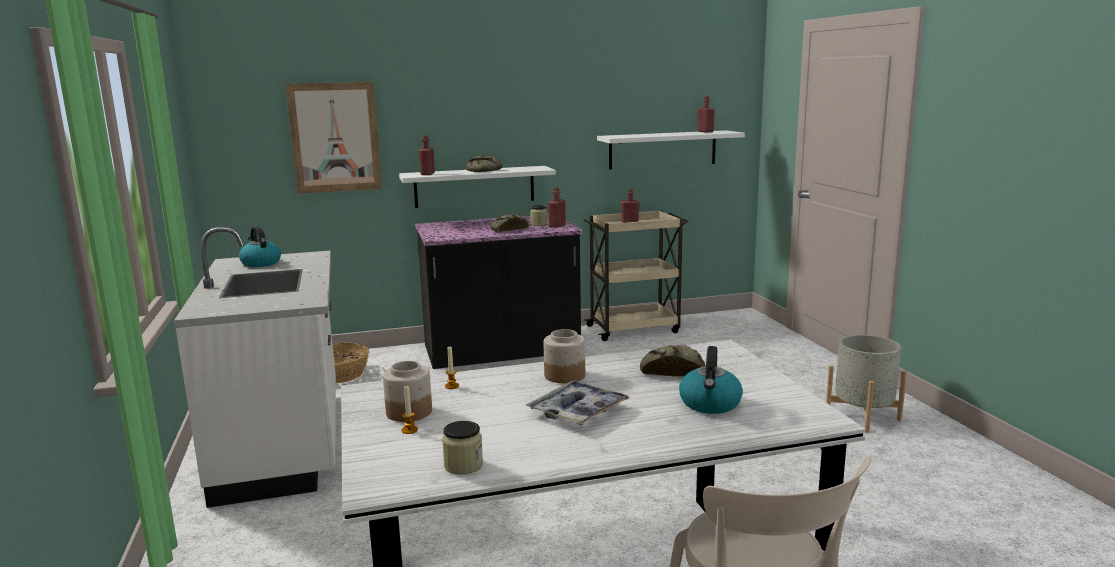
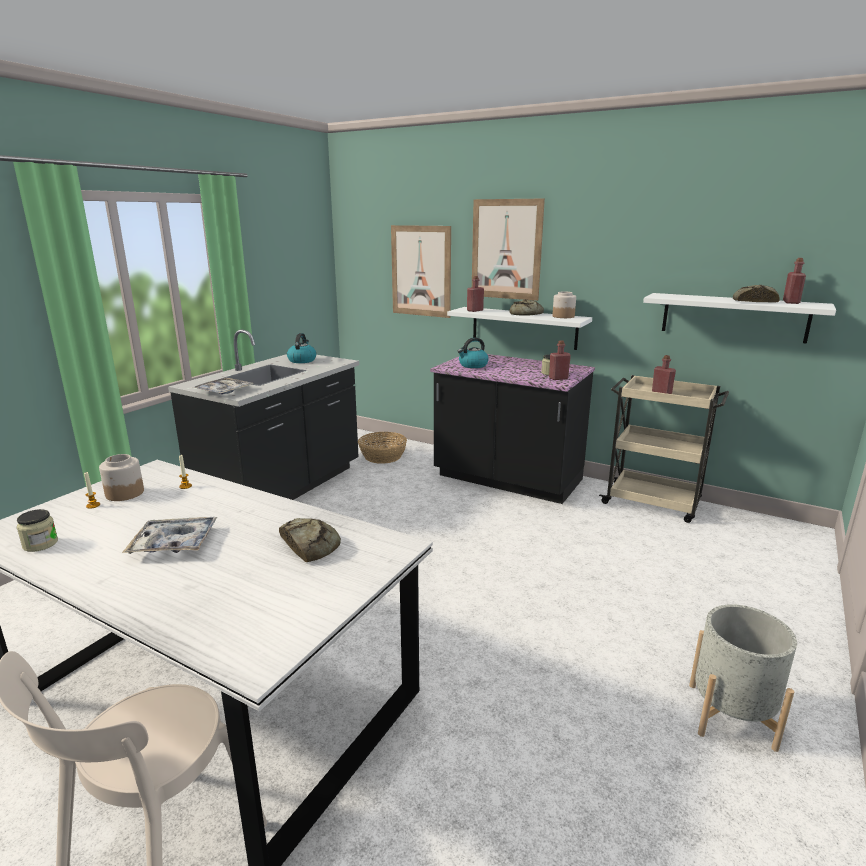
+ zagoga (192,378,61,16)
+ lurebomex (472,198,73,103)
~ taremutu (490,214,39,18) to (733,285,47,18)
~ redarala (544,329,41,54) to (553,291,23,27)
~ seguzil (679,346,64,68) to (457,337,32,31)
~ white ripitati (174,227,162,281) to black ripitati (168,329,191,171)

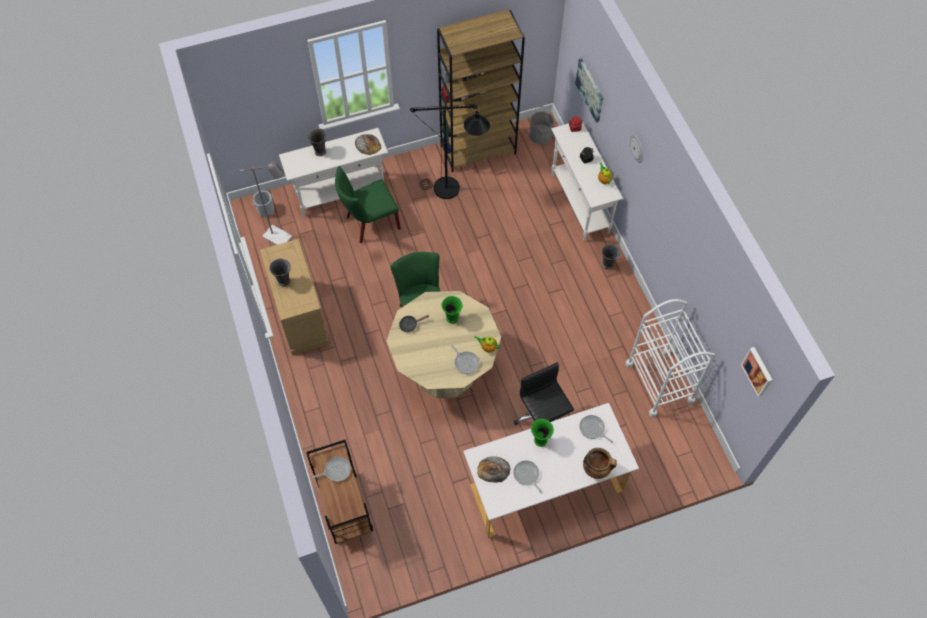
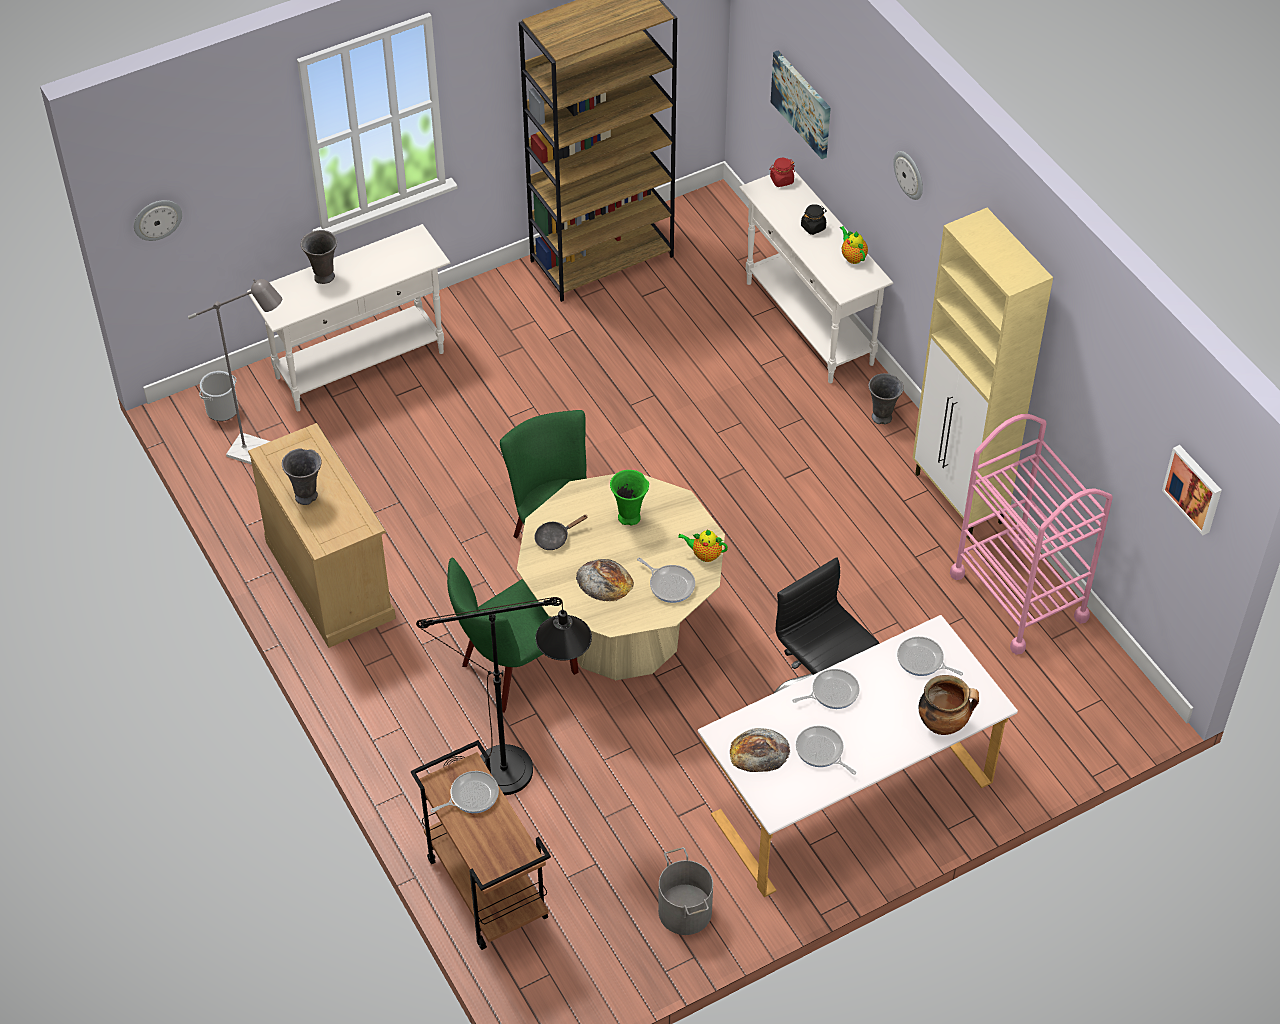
+ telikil (134,200,48,41)
+ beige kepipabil (913,208,140,331)
~ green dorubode (335,166,66,77) to (447,558,132,155)
~ taremutu (355,134,26,21) to (576,559,58,42)
~ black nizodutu (410,104,80,95) to (416,597,176,198)
~ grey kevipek (529,106,25,38) to (658,847,55,88)
~ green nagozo (531,419,23,28) to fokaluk (792,669,68,40)
~ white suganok (625,299,90,118) to pink suganok (950,414,163,241)

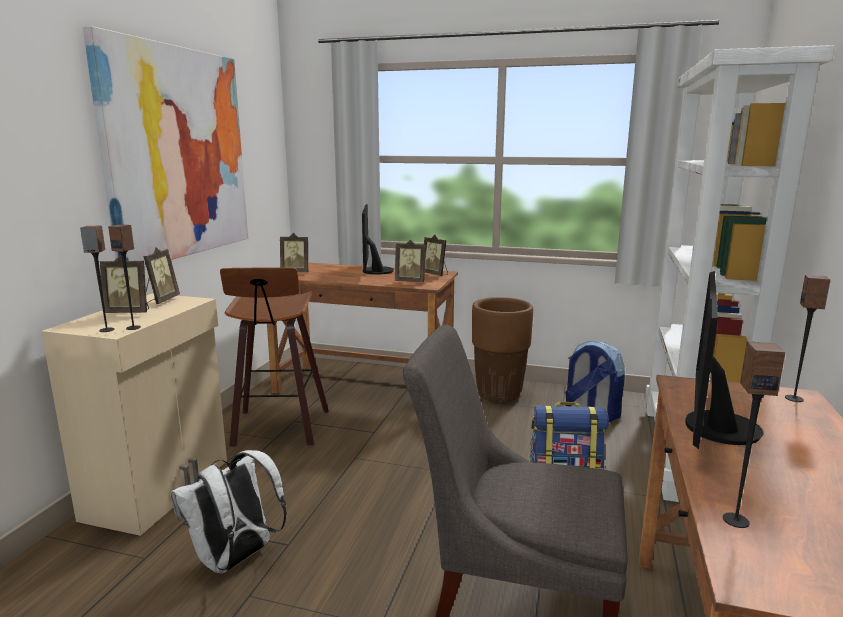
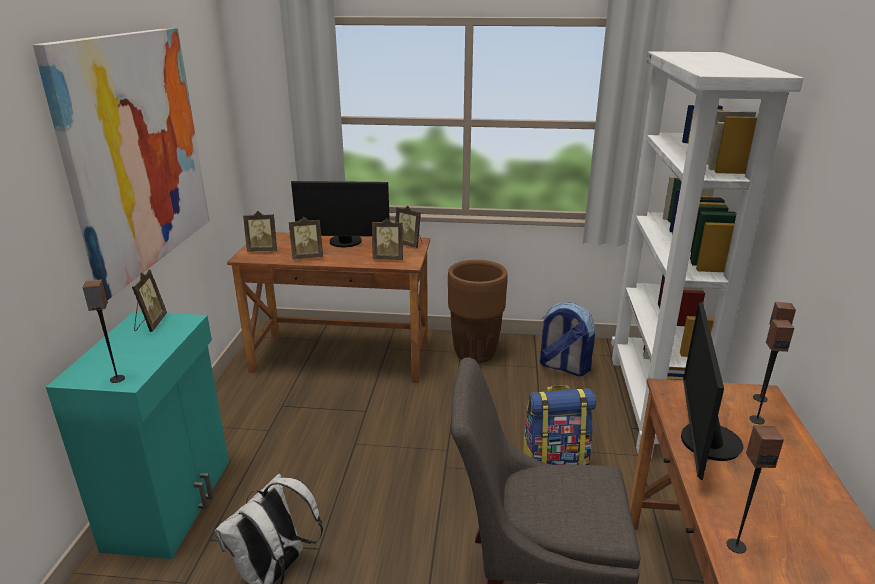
- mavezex (220,268,109,179)
~ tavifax (100,255,49,58) to (289,217,34,42)
~ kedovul (108,224,33,106) to (749,319,45,105)
~ beige kepipabil (41,294,186,242) to turquoise kepipabil (46,311,183,248)
~ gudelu (362,204,32,71) = (291,181,99,66) 75 degrees counterclockwise

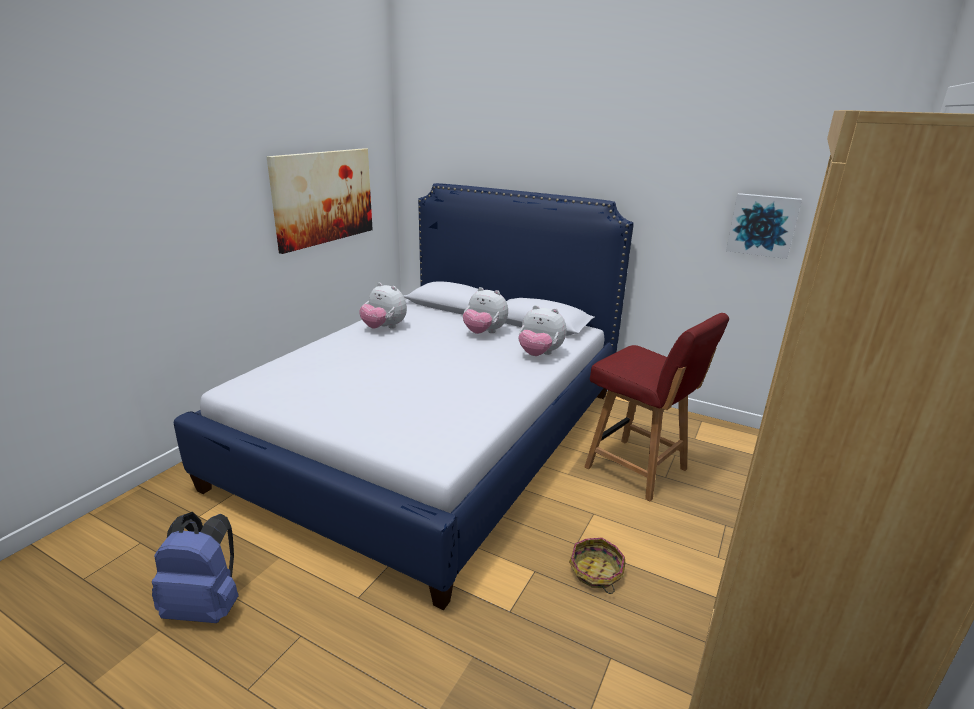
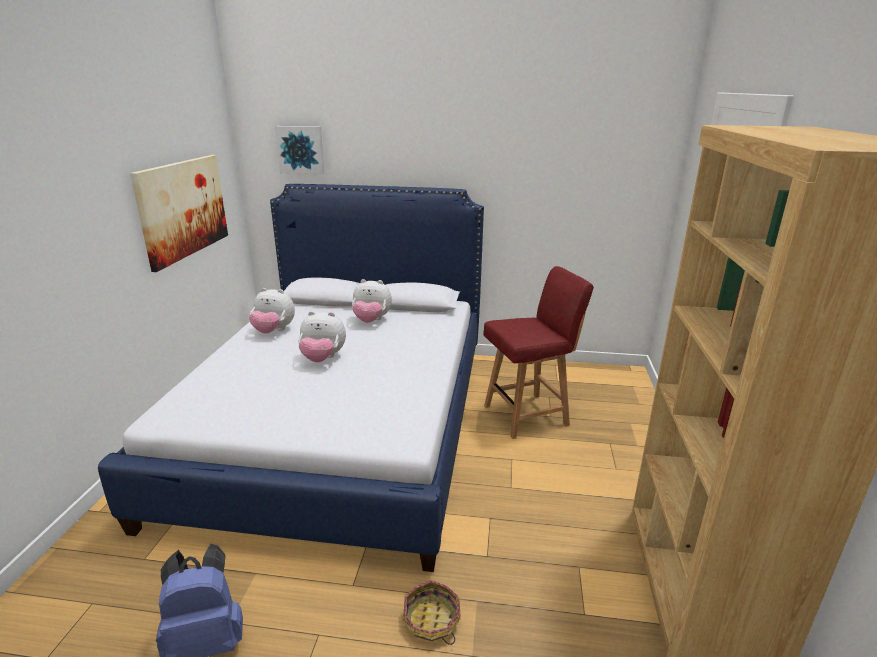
~ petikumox (518,305,49,51) to (298,311,48,51)
~ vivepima (569,538,56,56) to (402,580,59,65)
~ lurebomex (726,193,76,66) to (275,126,49,48)
~ red dorubode (585,313,144,188) = (483,266,111,173) 45 degrees counterclockwise

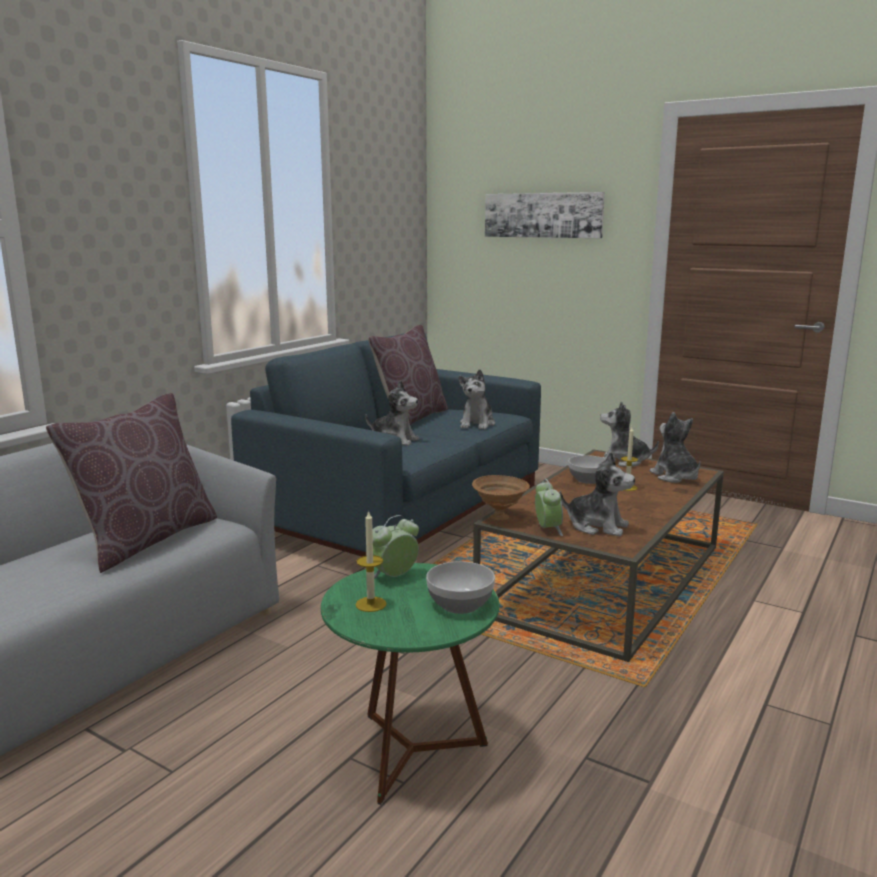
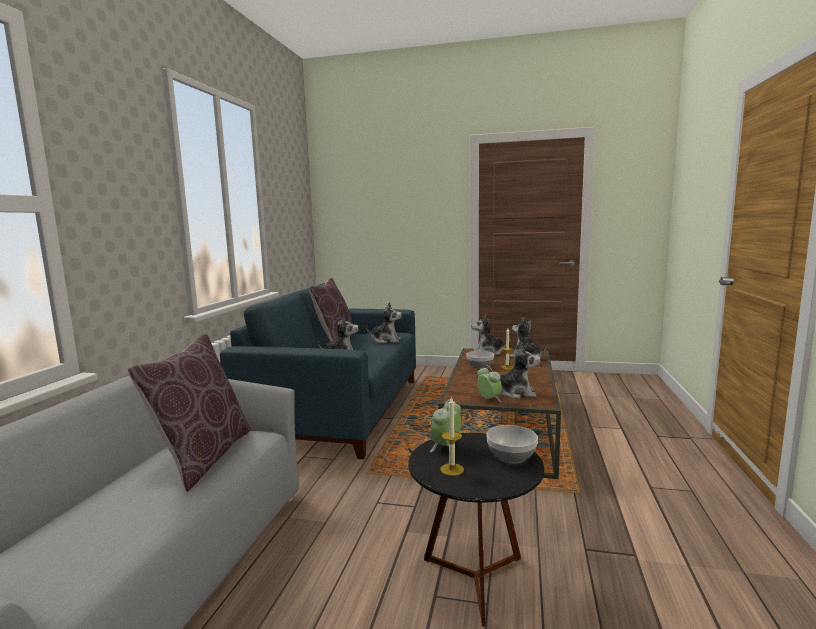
- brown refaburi (472,475,58,47)
- lurebomex (485,192,120,46)
~ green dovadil (321,563,178,242) to black dovadil (408,433,136,194)
~ petikumox (458,369,37,61) = (366,302,36,41) 75 degrees counterclockwise

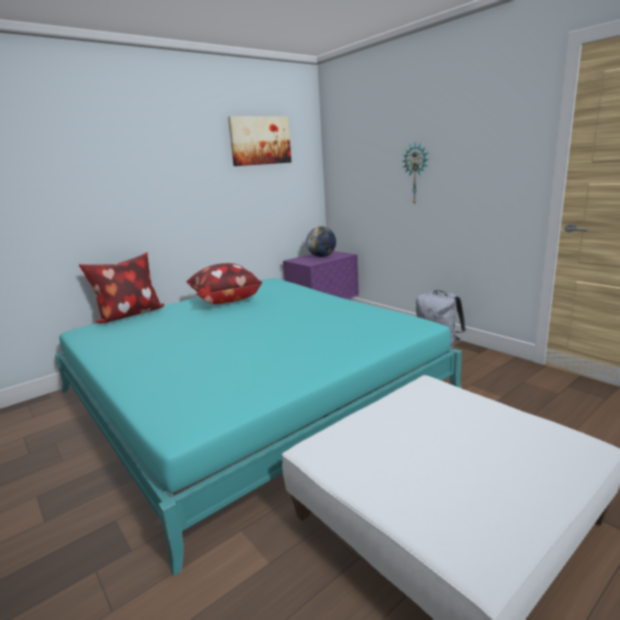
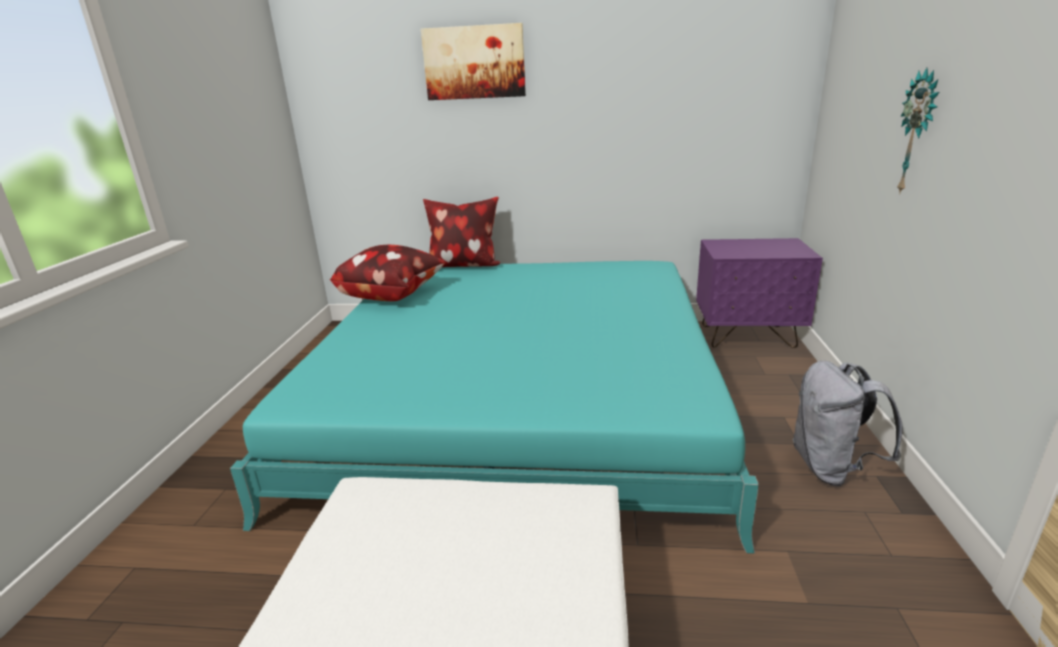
- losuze (306,226,30,31)
~ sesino (187,263,75,41) to (330,245,115,56)
~ lurebomex (228,116,63,50) to (421,23,105,77)

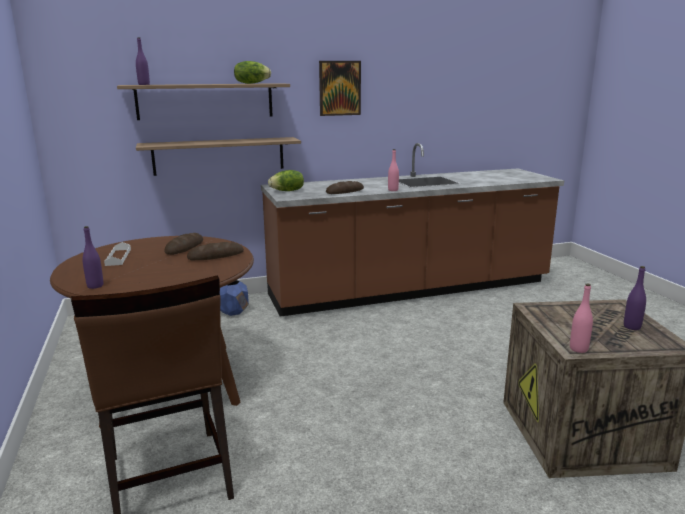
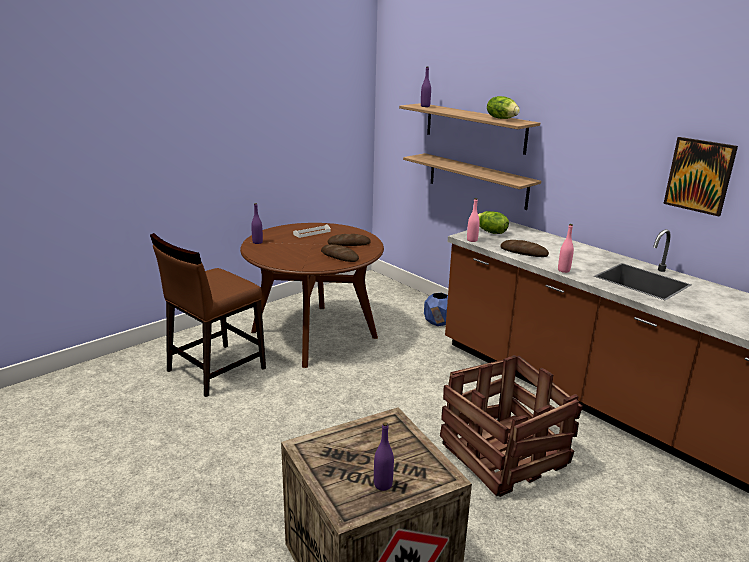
+ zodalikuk (440,355,143,142)
~ lurebomex (319,61,42,55) to (663,137,75,79)
~ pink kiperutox (570,283,23,70) to (467,198,13,44)

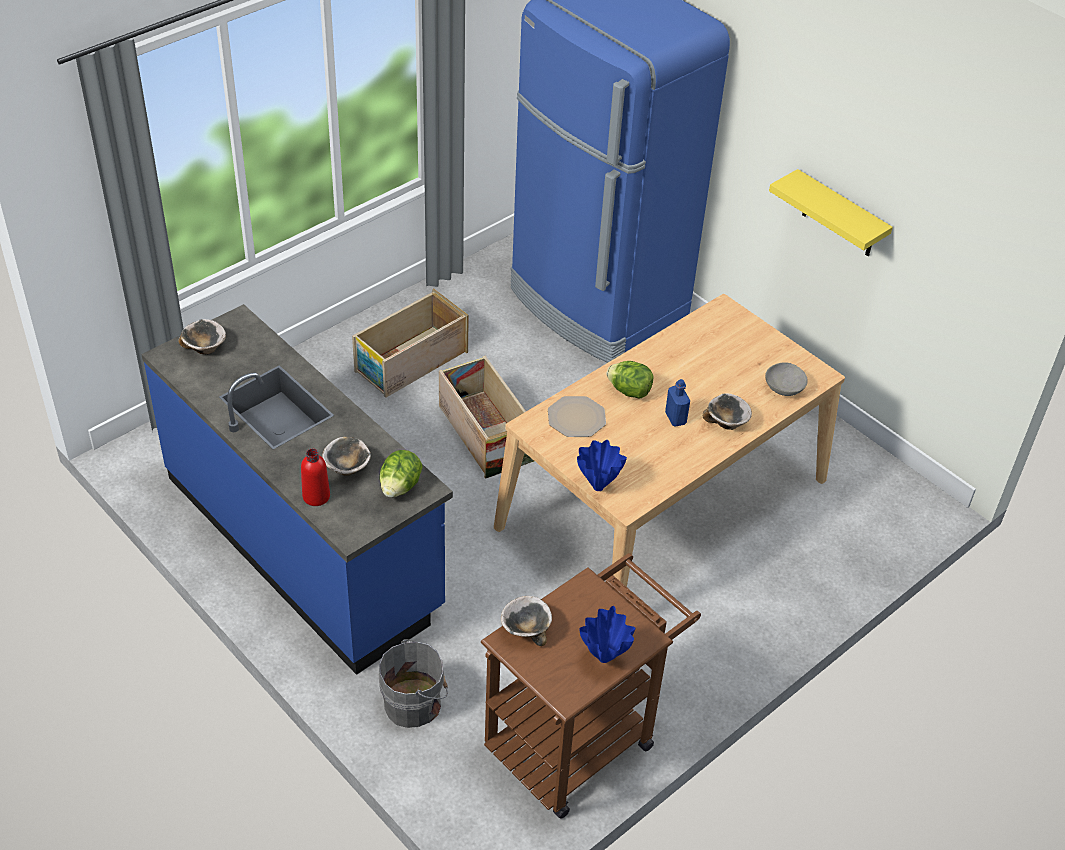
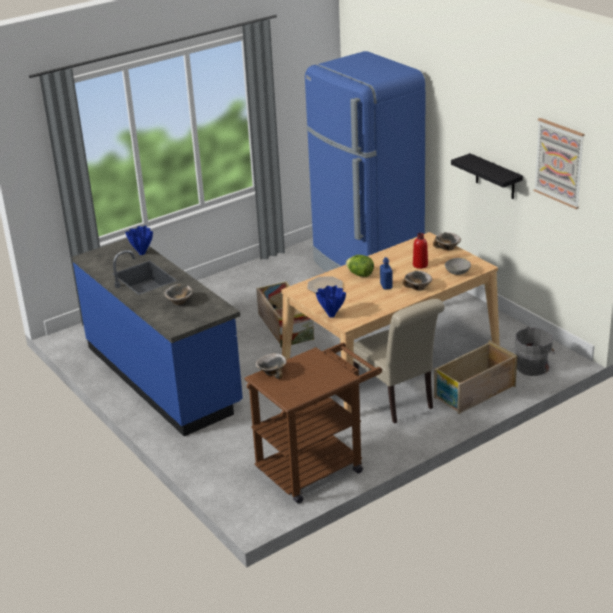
- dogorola (379,450,44,48)
+ beige dorubode (353,299,92,125)
+ lurebomex (534,118,51,91)
~ refaburi (178,319,48,36) to (433,232,28,18)
~ red kiperutox (301,449,29,57) to (413,233,15,36)
~ zodalikuk (352,289,117,109) to (434,340,83,74)
~ grey kevipek (379,639,69,89) to (514,326,41,50)
~ blue nagozo (579,606,56,57) to (125,225,28,30)
~ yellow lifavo (769,169,124,87) to black lifavo (451,153,72,46)

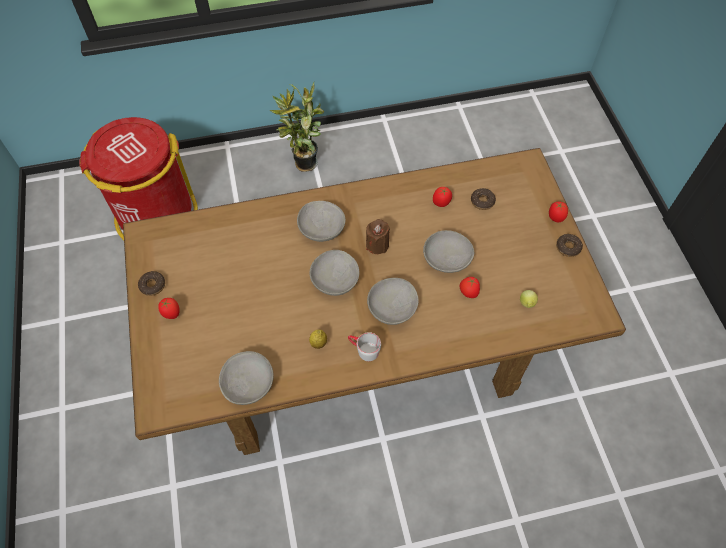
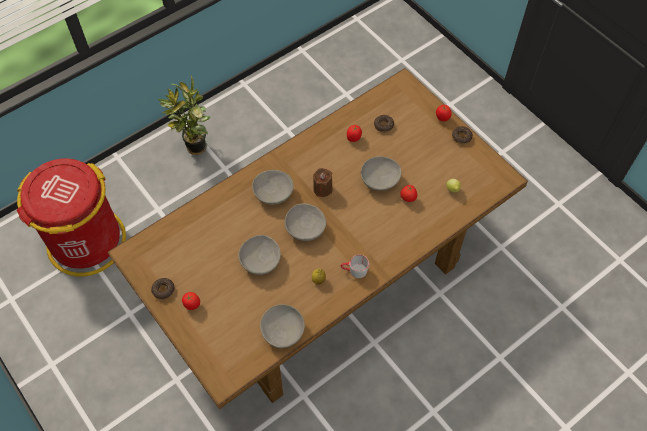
~ grey refaburi (367,278,52,47) to (238,235,43,40)

